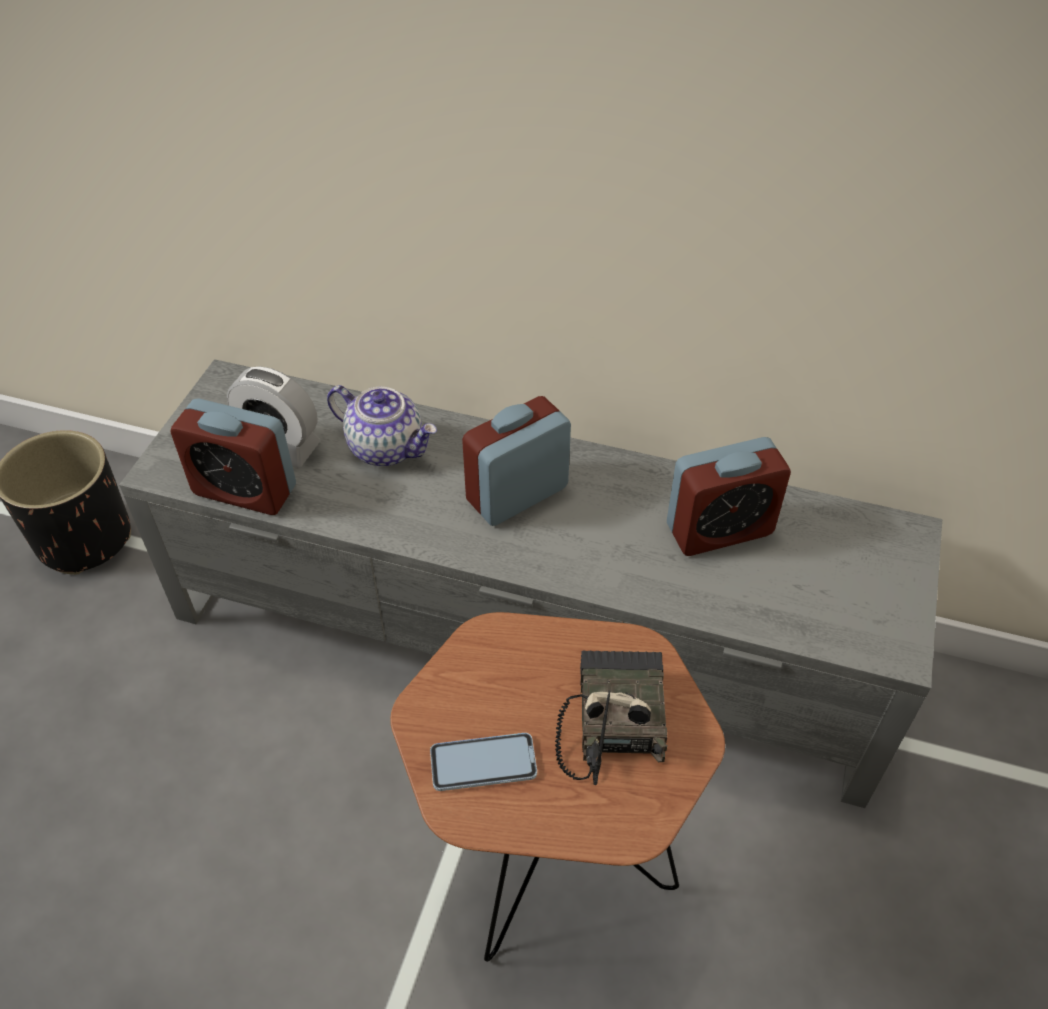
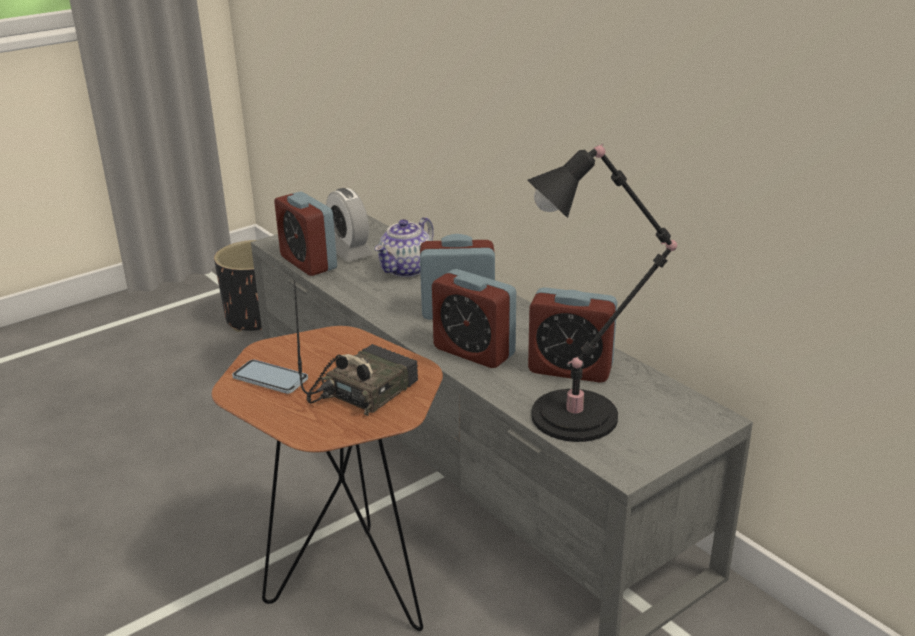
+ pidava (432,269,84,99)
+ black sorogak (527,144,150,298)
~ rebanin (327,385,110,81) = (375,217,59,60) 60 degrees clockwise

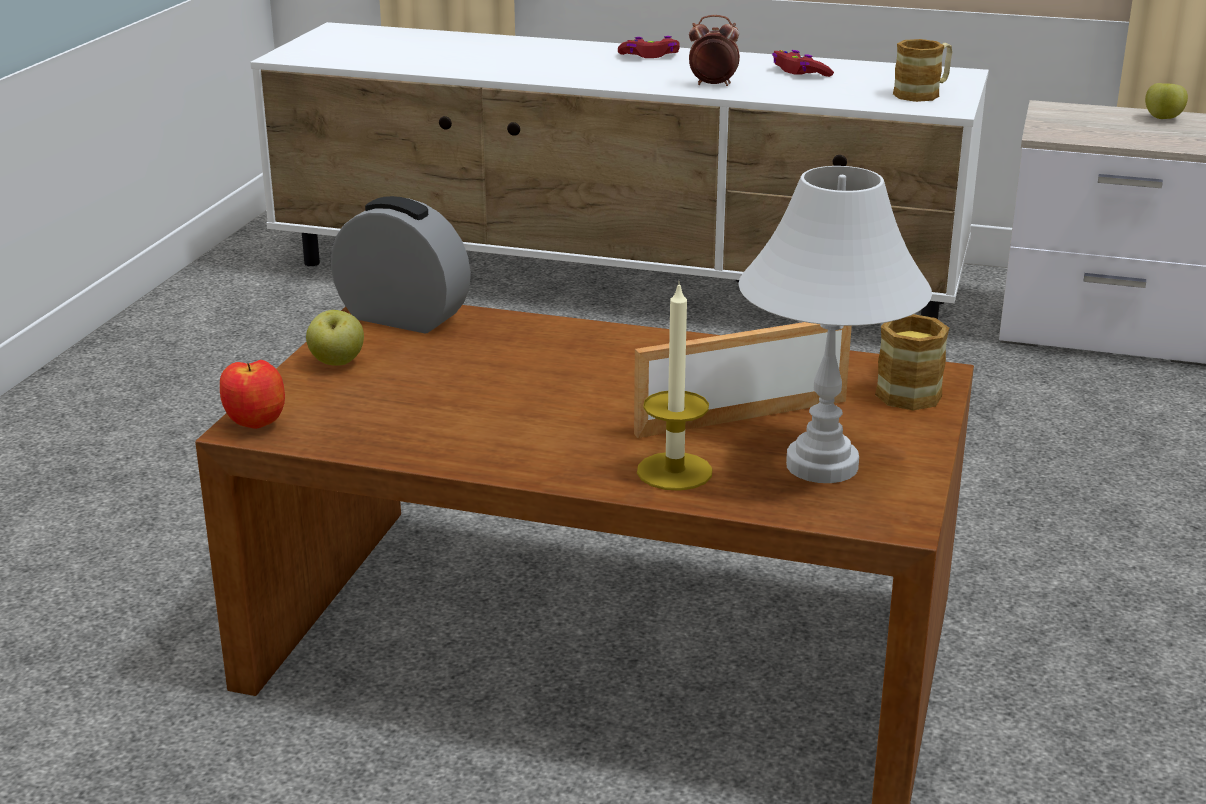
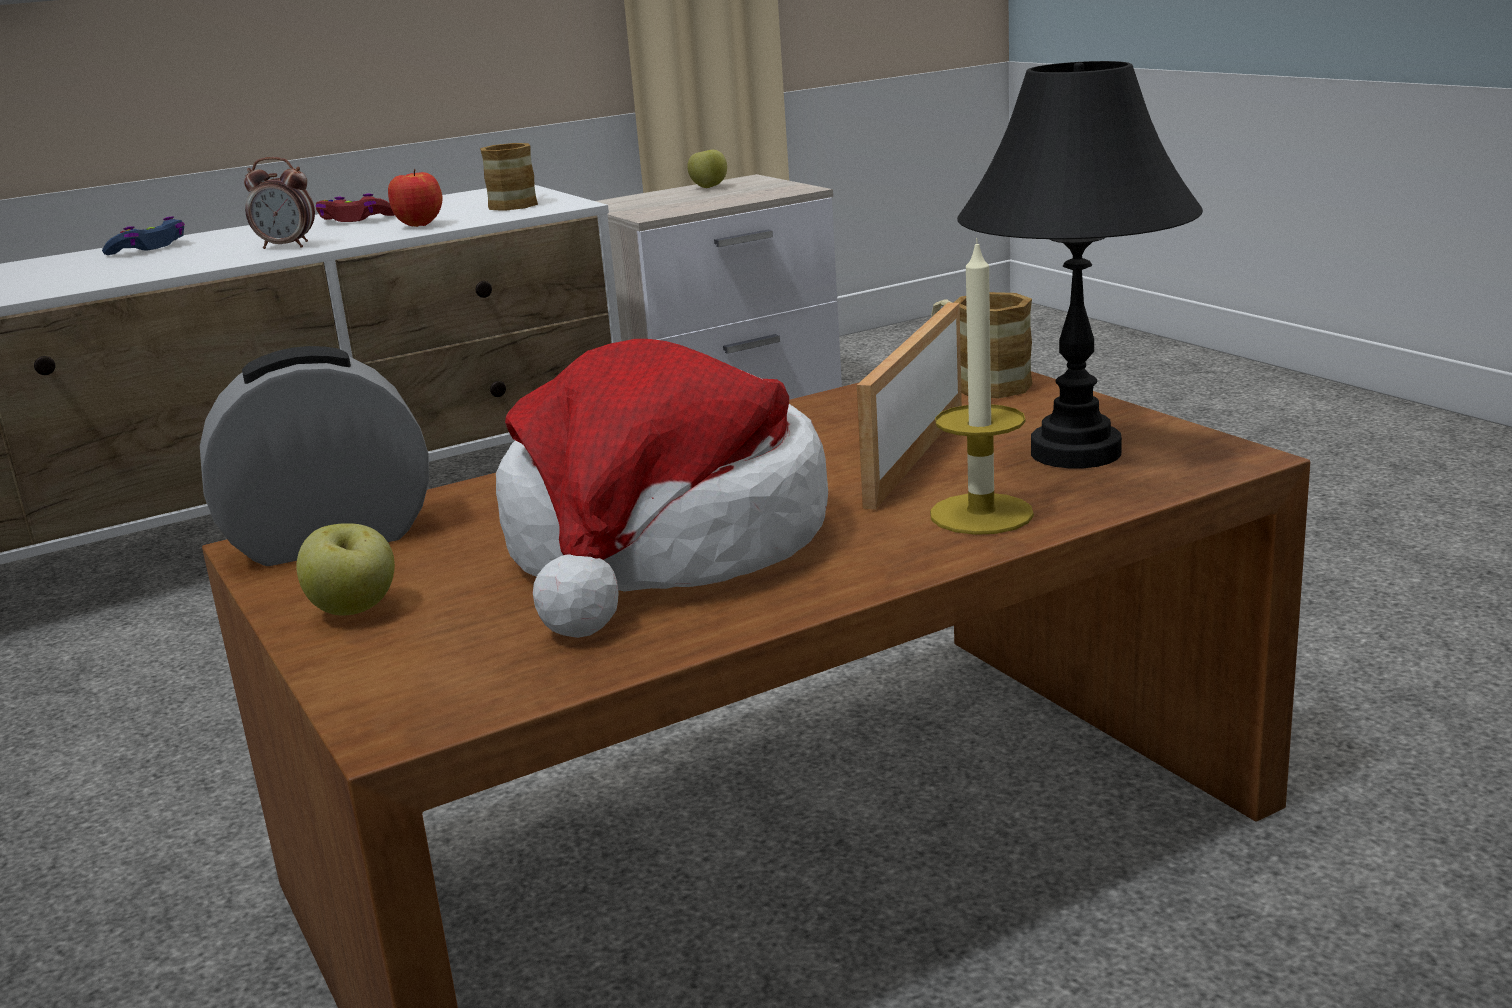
+ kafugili (496,339,332,299)
~ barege (220,360,65,69) to (388,169,54,58)
~ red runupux (618,36,62,22) to blue runupux (102,217,83,38)
~ white sorogak (739,166,193,317) to black sorogak (957,61,246,407)
~ pidava (689,15,51,71) = (244,157,71,92) 135 degrees counterclockwise

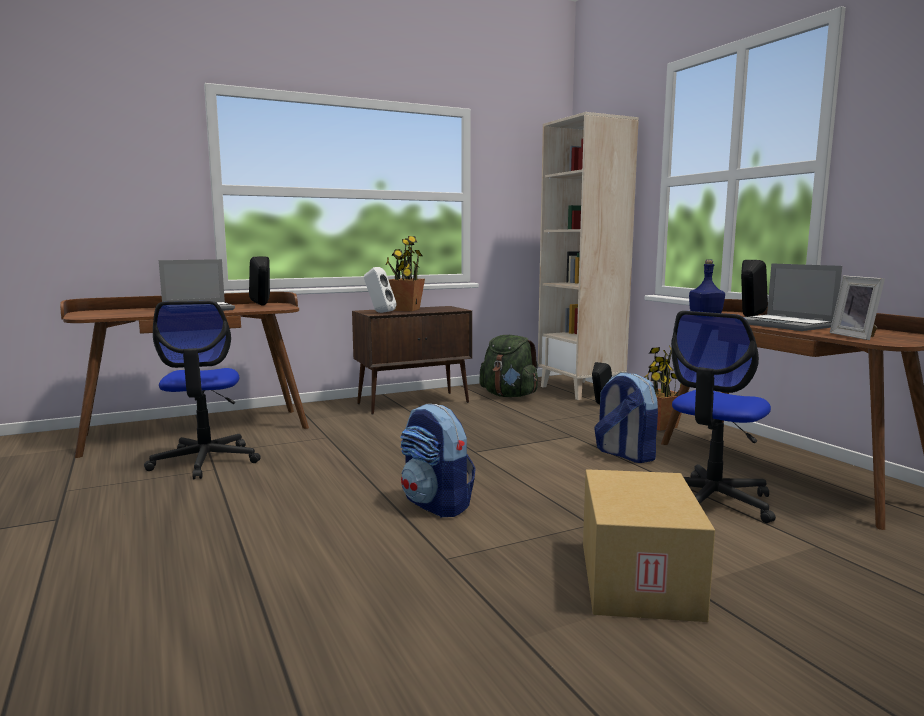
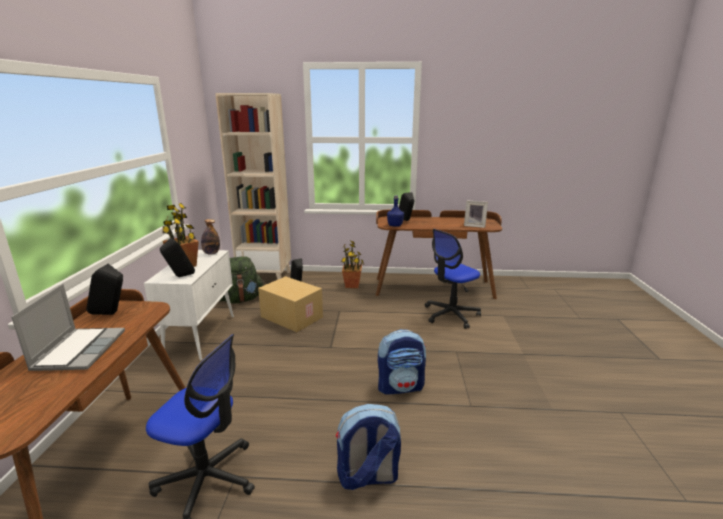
- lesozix (744,263,98,68)
+ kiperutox (201,219,19,35)
~ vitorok (583,469,132,153) to (258,276,65,56)
~ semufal (594,372,64,91) to (336,404,65,86)
~ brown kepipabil (352,306,120,109) to white kepipabil (144,250,90,111)
~ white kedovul (364,267,33,46) to black kedovul (160,238,35,39)
~ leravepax (671,311,105,212) = (425,229,56,100) 75 degrees clockwise

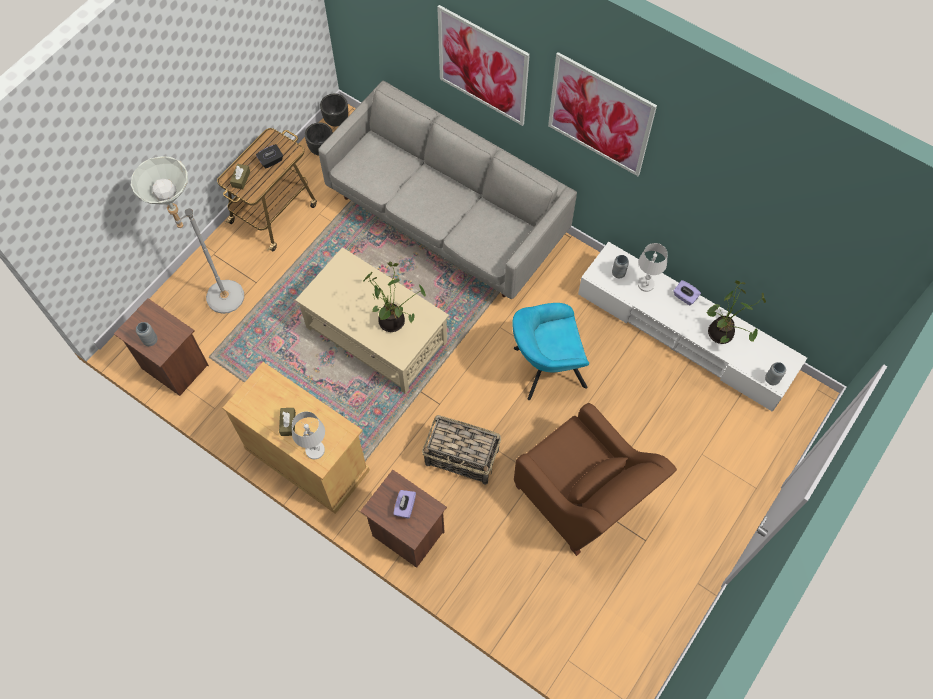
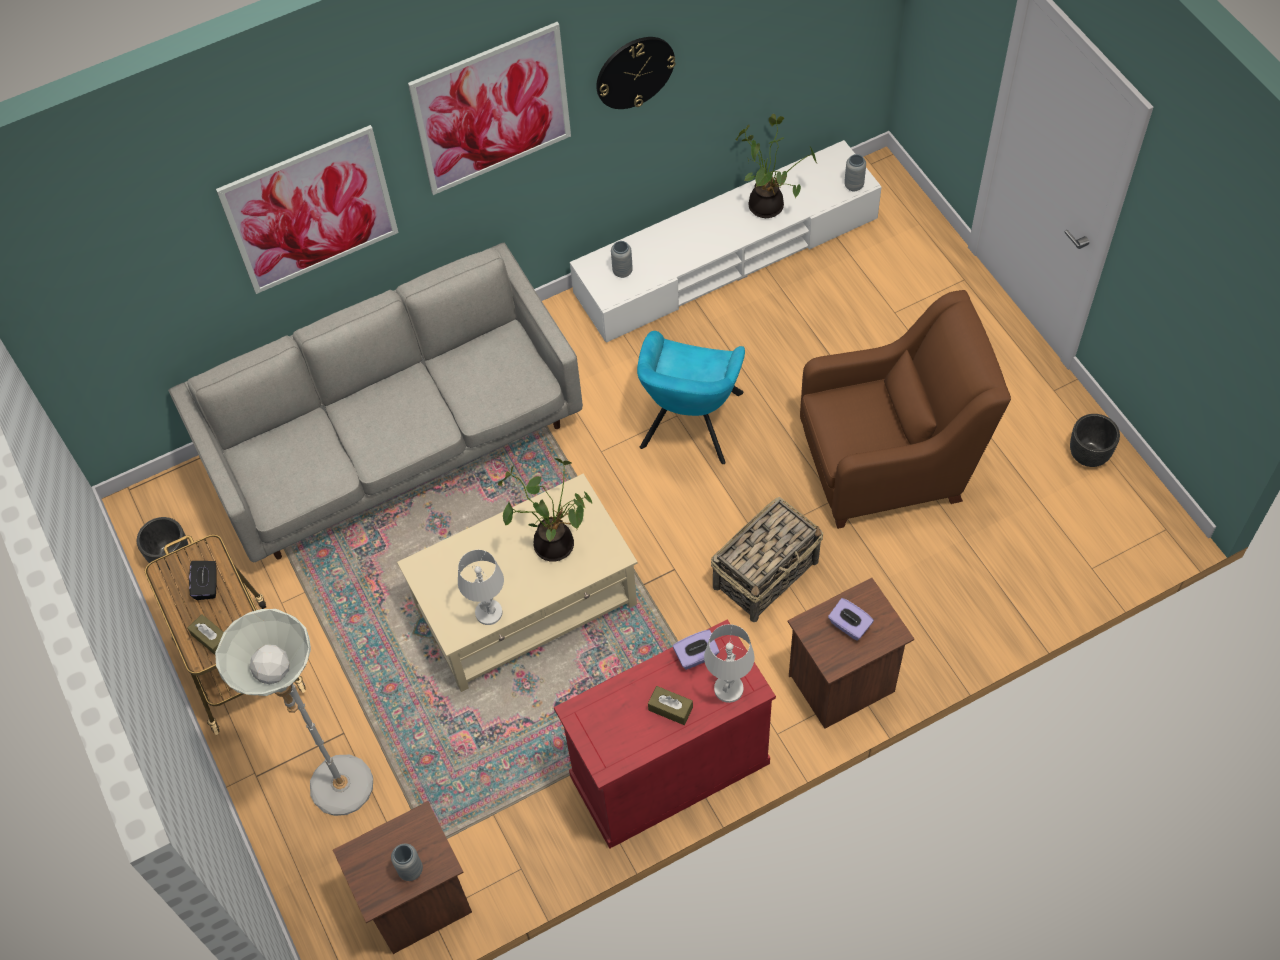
+ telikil (596,37,80,72)
~ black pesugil (320,94,28,33) to (1070,414,50,53)
~ white sorogak (638,243,30,49) to (458,550,46,75)
~ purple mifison (673,280,28,25) to (673,630,46,40)
~ beige kepipabil (223,362,147,152) to red kepipabil (554,619,222,230)

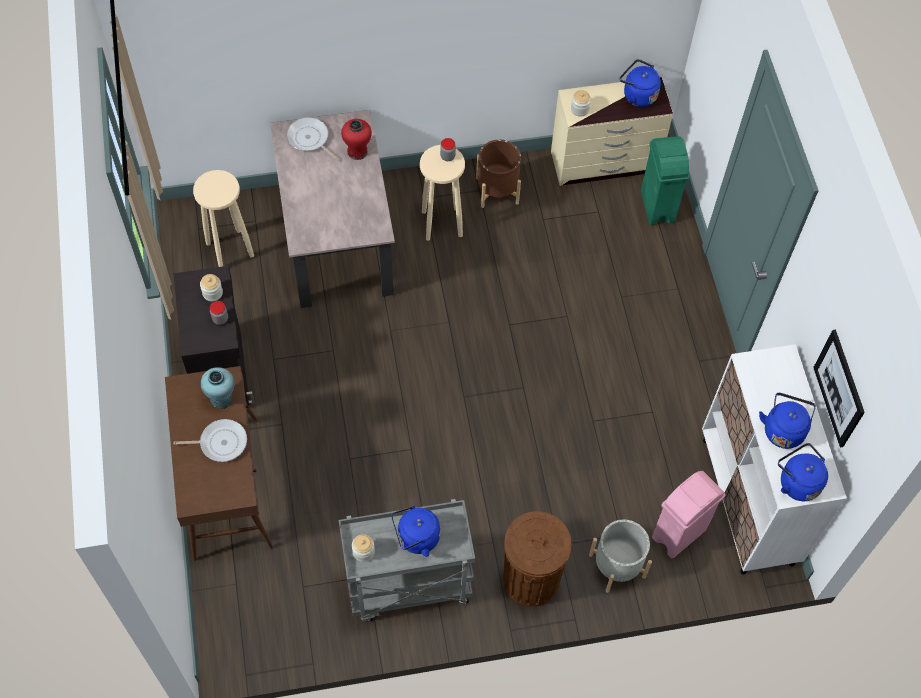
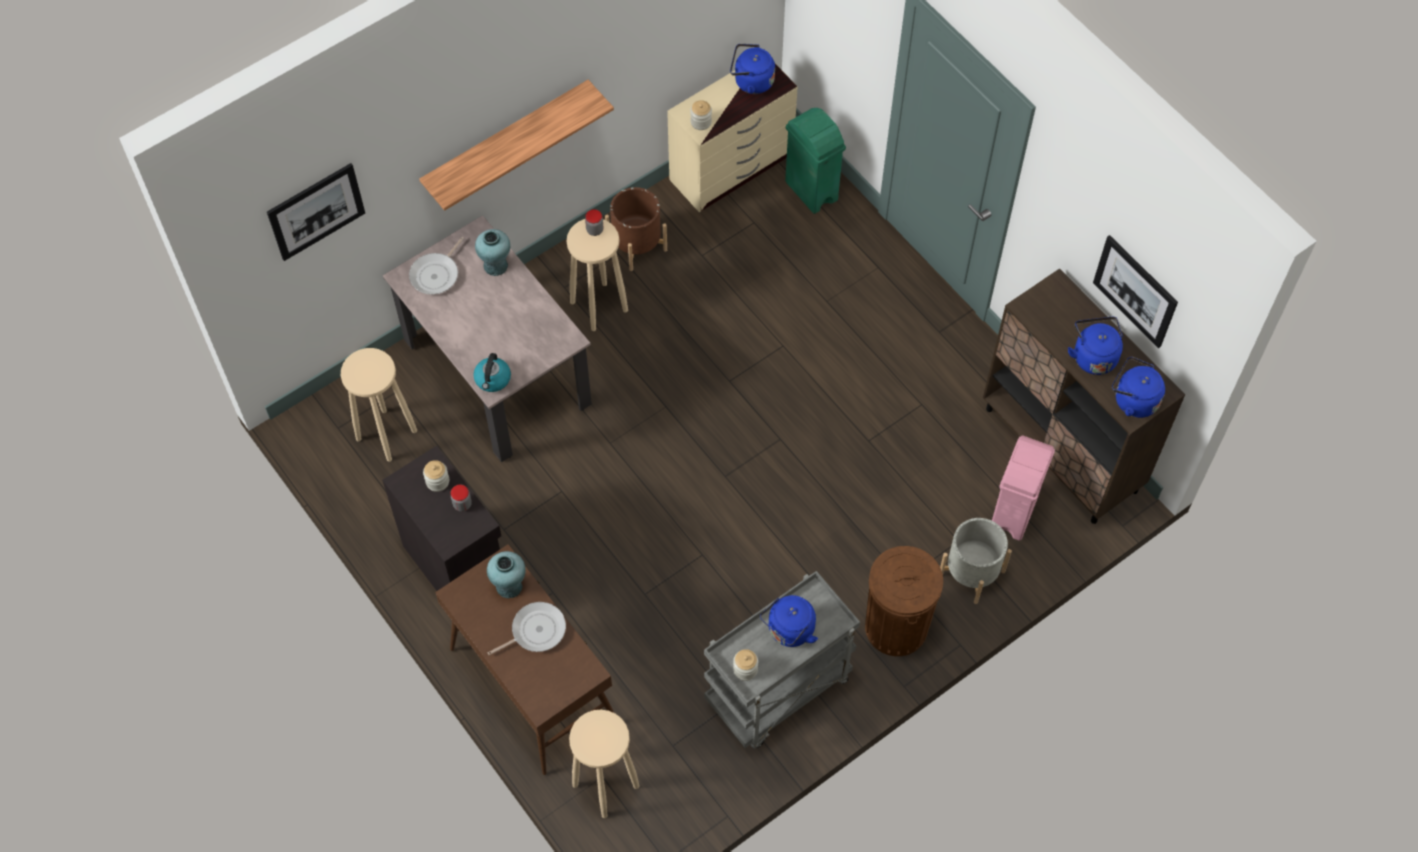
+ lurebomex (267,163,98,98)
+ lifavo (419,80,195,131)
+ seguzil (473,353,38,39)
+ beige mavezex (569,710,70,108)
~ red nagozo (341,119,31,41) to turquoise nagozo (475,229,35,47)
~ white kepipabil (702,344,145,231) to brown kepipabil (983,268,202,256)
~ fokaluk (287,117,52,43) = (409,237,55,58) 75 degrees counterclockwise

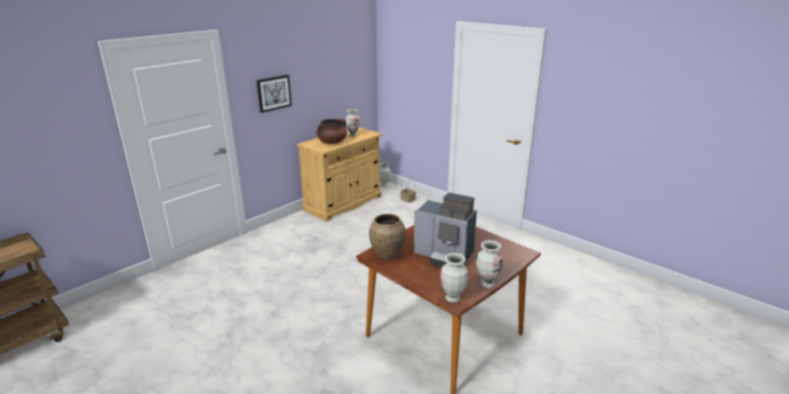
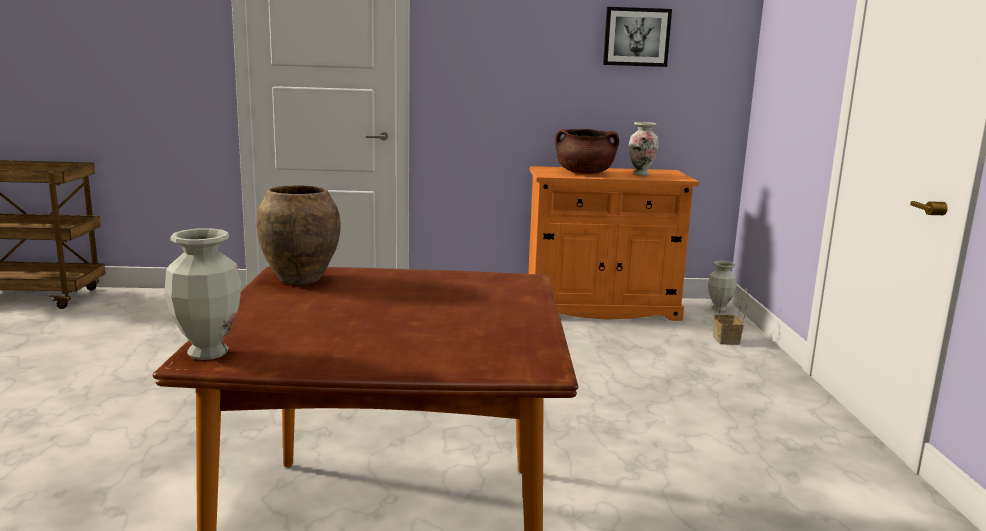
- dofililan (414,193,63,75)
- nagozo (476,240,27,48)
~ lurebomex (256,75,36,38) to (603,7,69,60)
~ beige kepipabil (297,127,85,95) to orange kepipabil (528,166,171,155)

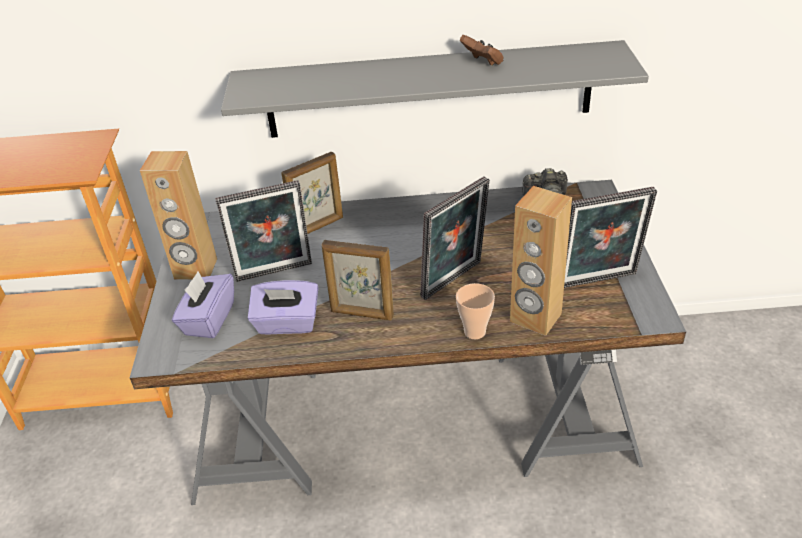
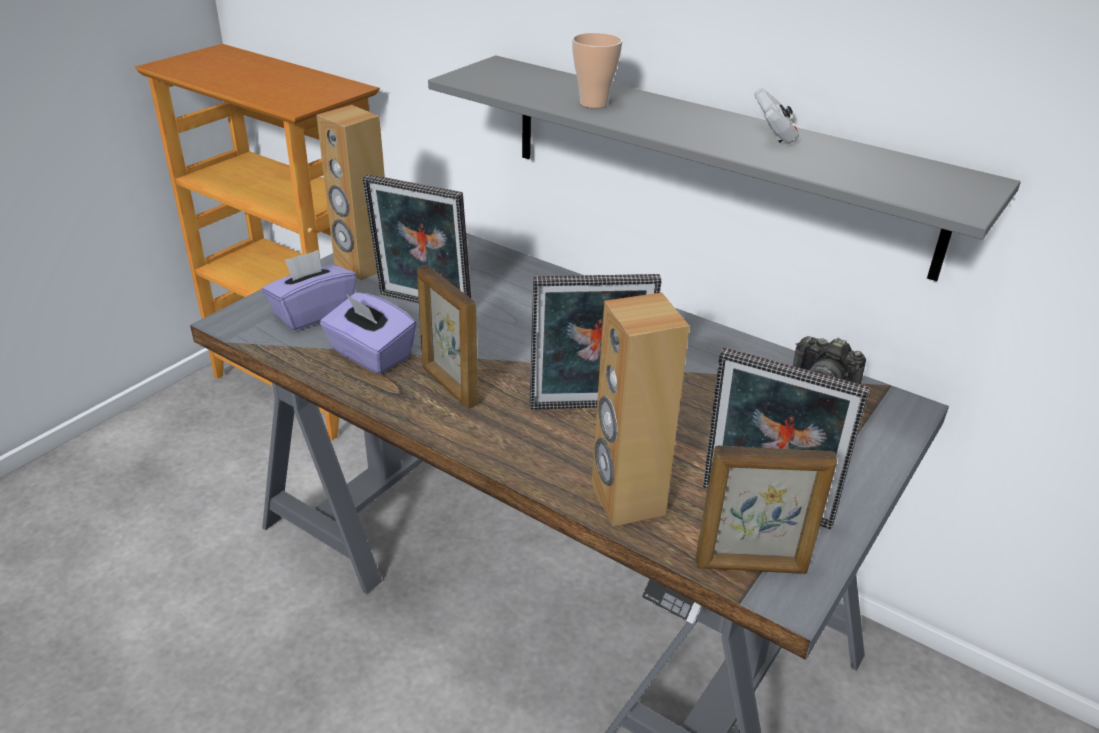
~ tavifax (281,152,62,82) to (696,445,141,129)
~ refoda (456,283,39,56) to (572,33,50,75)
~ brown runupux (460,35,44,31) to white runupux (754,88,45,56)

